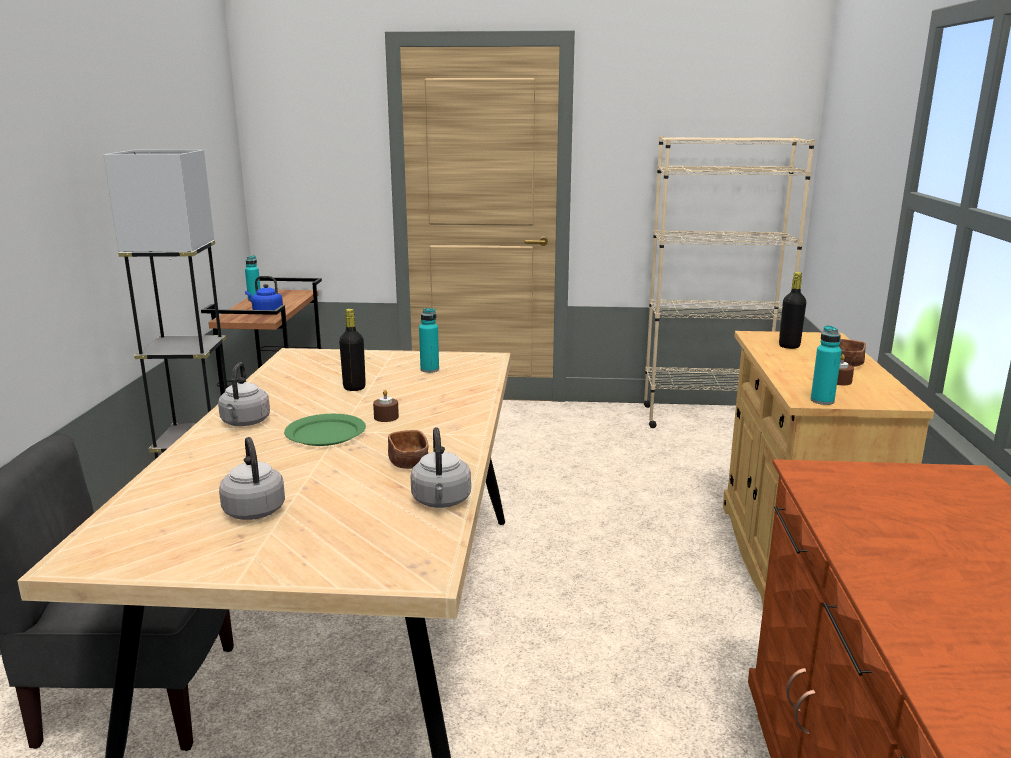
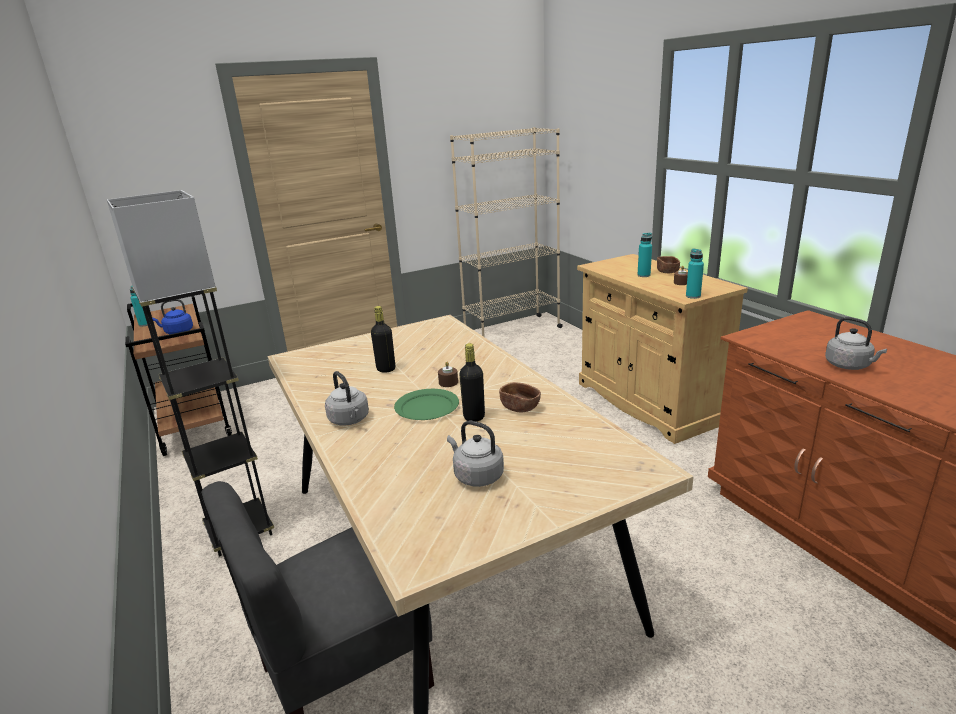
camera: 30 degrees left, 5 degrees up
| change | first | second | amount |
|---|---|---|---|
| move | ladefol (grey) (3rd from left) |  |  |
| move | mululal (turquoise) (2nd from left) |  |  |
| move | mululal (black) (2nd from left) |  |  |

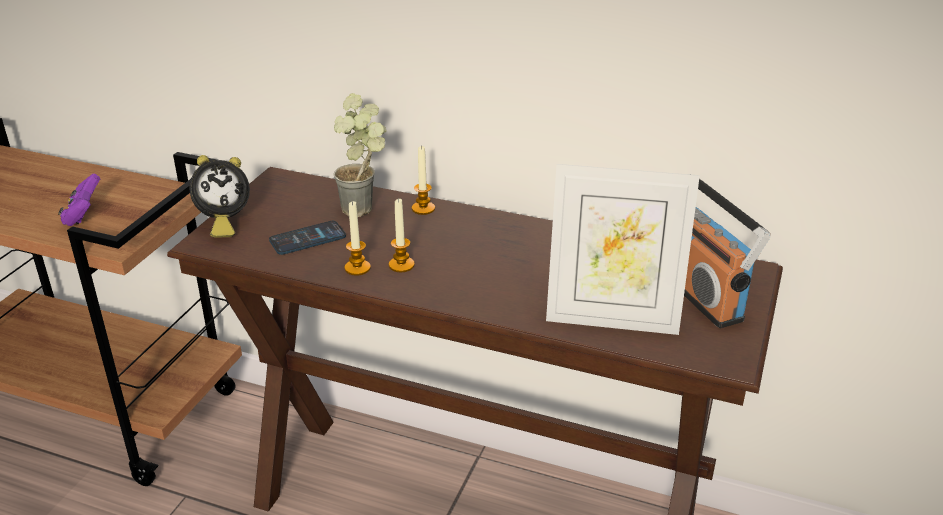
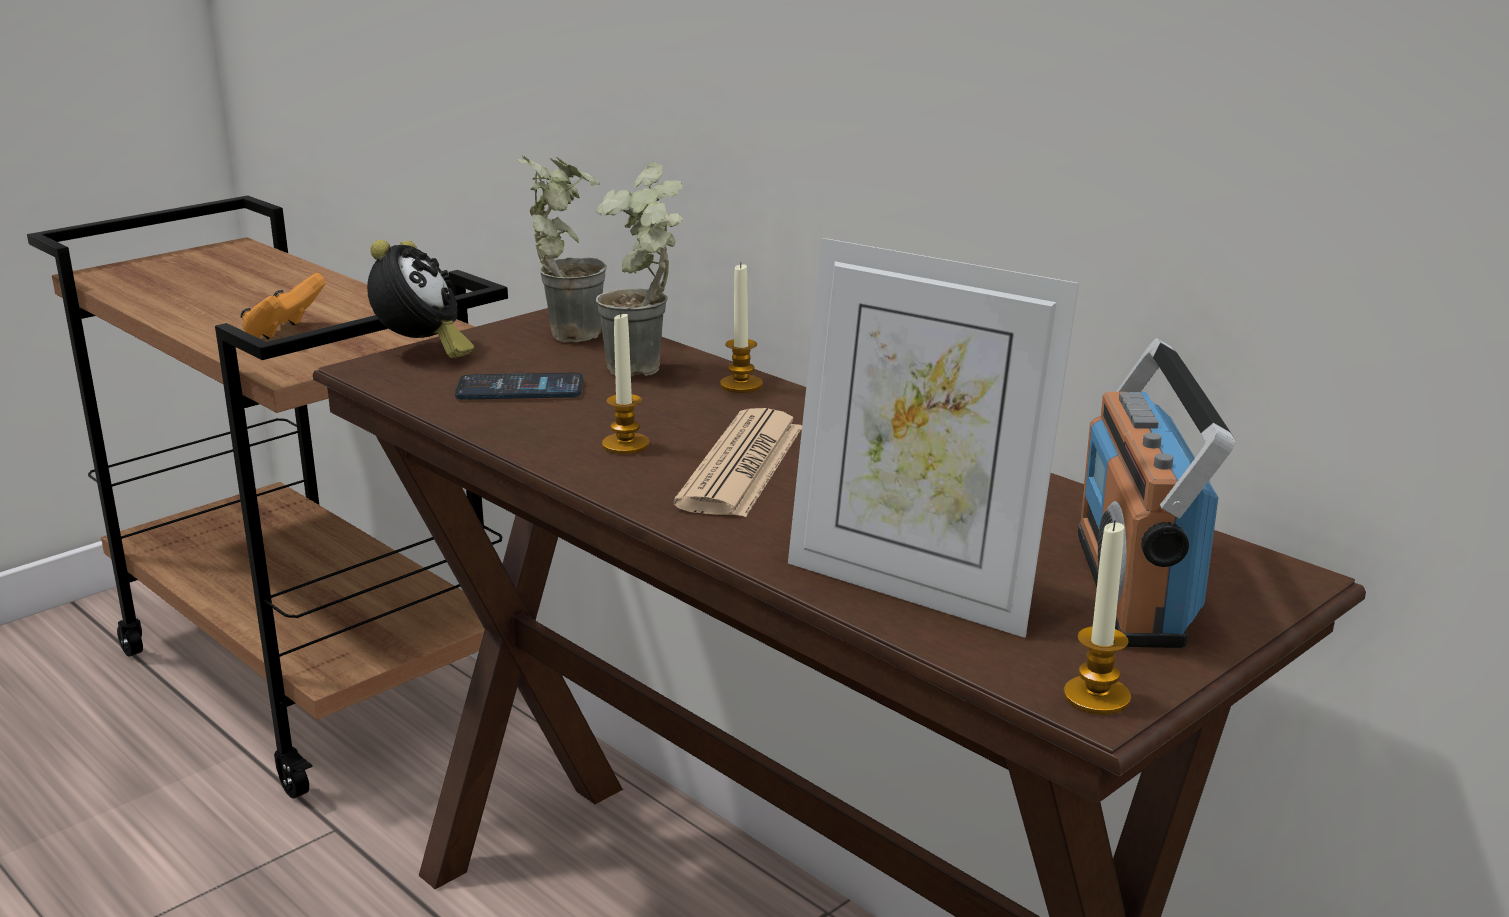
camera: 25 degrees right, 10 degrees down
| change | first | second | amount |
|---|---|---|---|
| recolor | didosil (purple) | didosil (orange) |  |
| rotate | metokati |  | 75 degrees counterclockwise |
| move | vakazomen (1st from left in the first image) | vakazomen (3rd from left) |  |
| insert |  | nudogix (1st from left) |  |
| insert |  | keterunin |  |

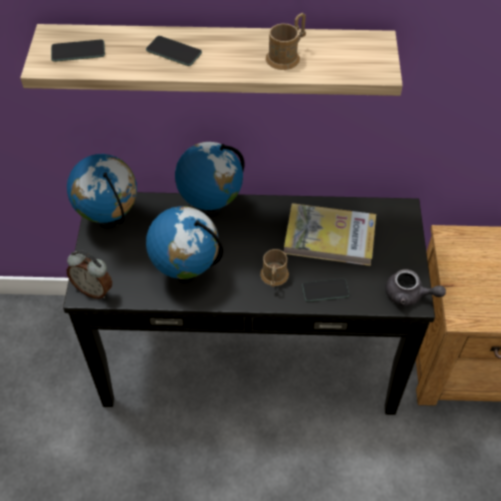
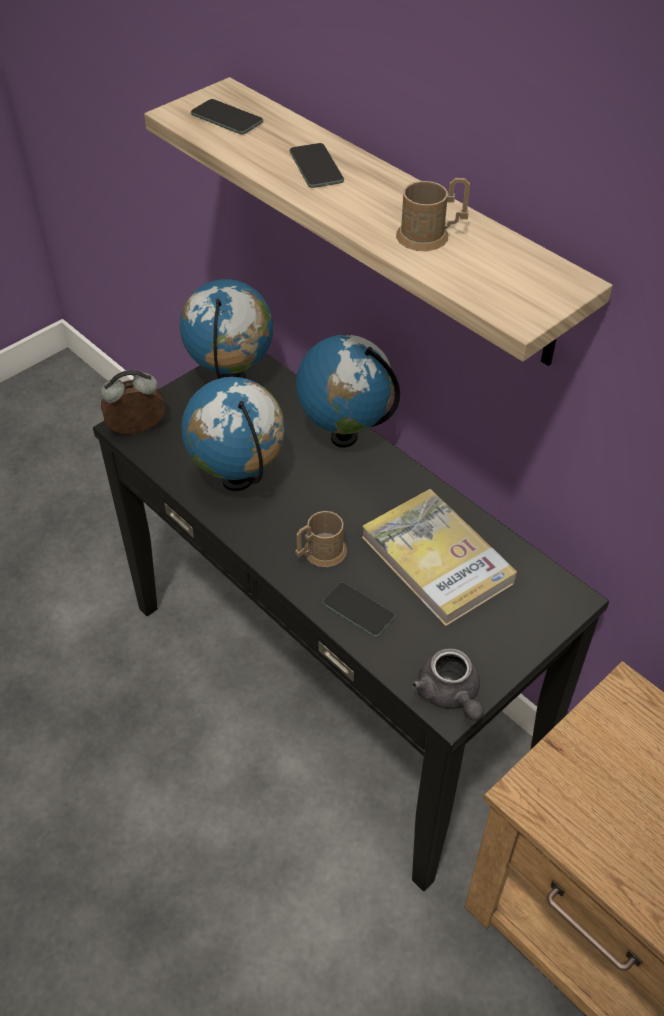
camera: 45 degrees right, 5 degrees down
| change | first | second | amount |
|---|---|---|---|
| rotate | metokati |  | 90 degrees clockwise |

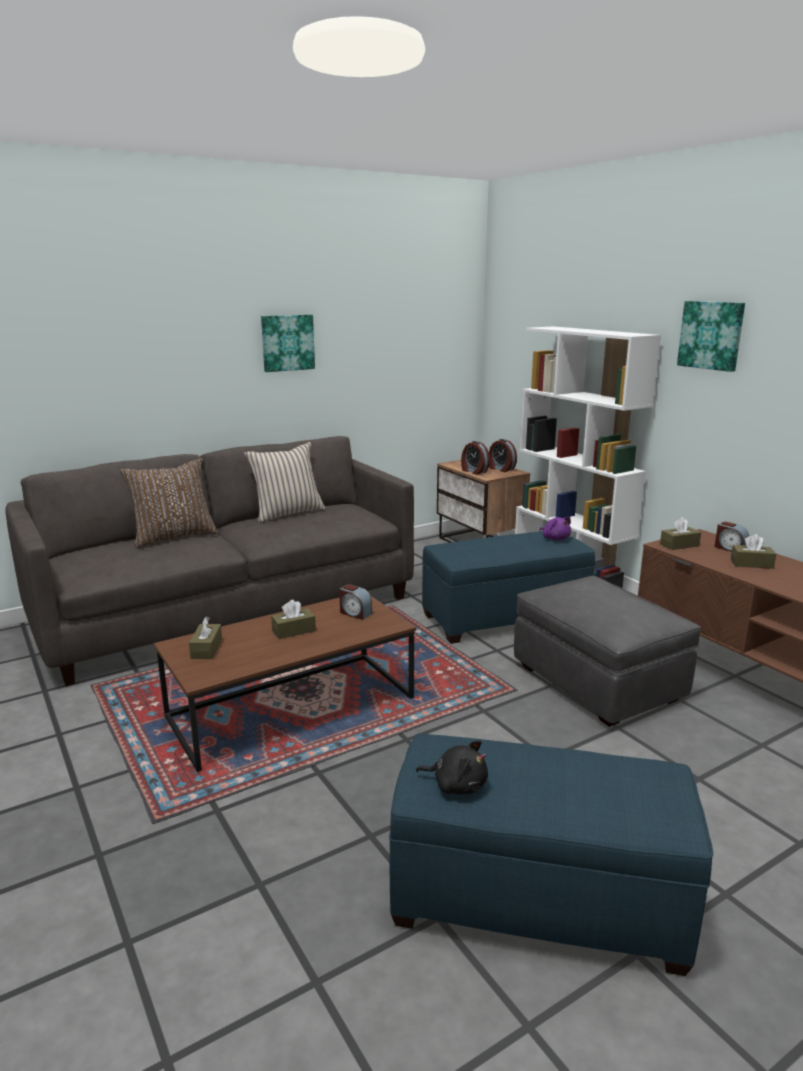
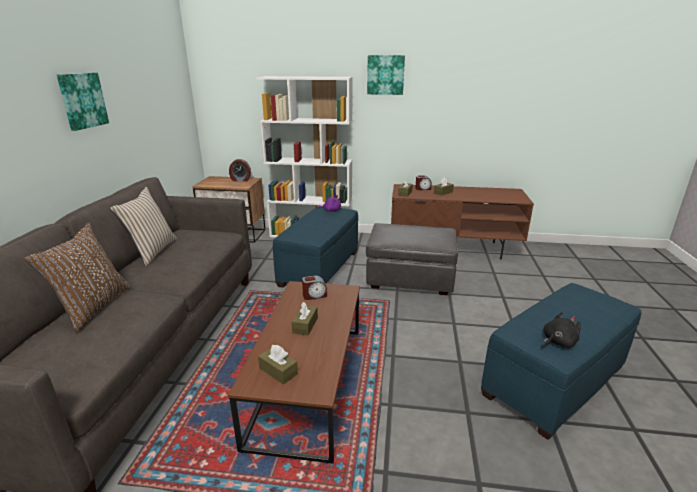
camera: 50 degrees left, 5 degrees up
| change | first | second | amount |
|---|---|---|---|
| delete | metokati (2nd from left) |  |  |

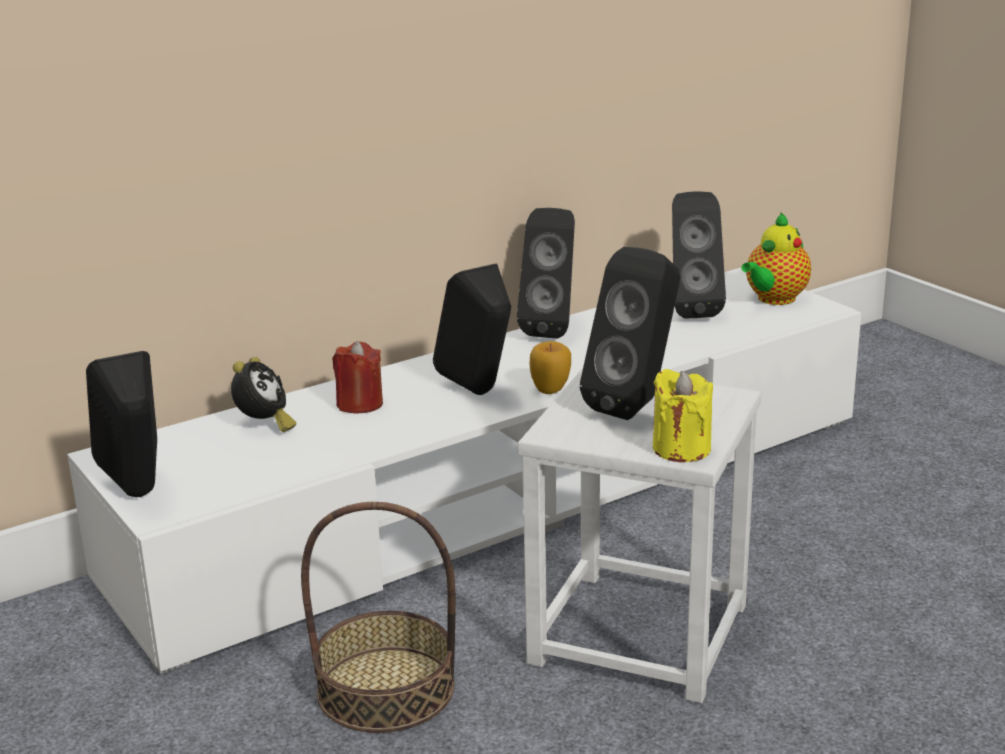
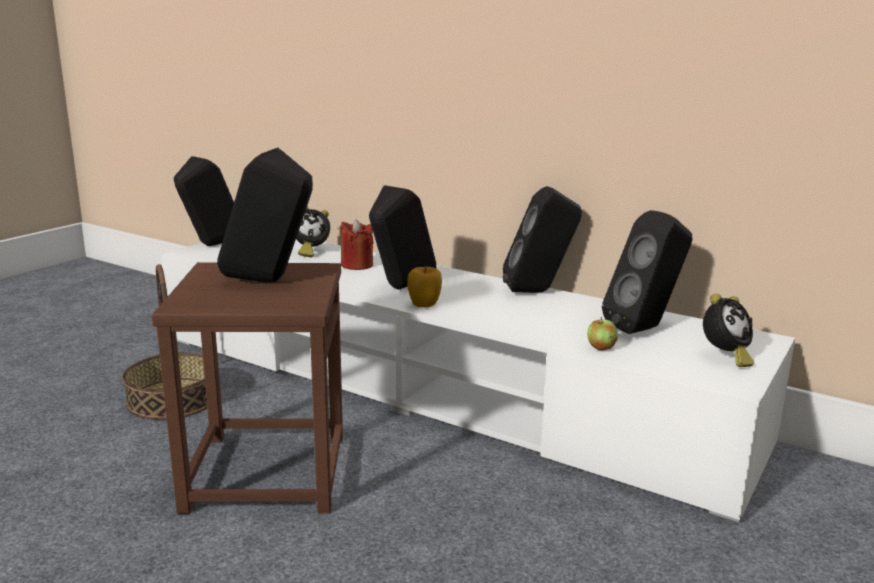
camera: 65 degrees right, 5 degrees down
| change | first | second | amount |
|---|---|---|---|
| recolor | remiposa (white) | remiposa (brown) |  |
| delete | vakazomen (yellow) |  |  |
| replace | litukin | metokati (2nd from left) |  |
| insert |  | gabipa (2nd from left) |  |

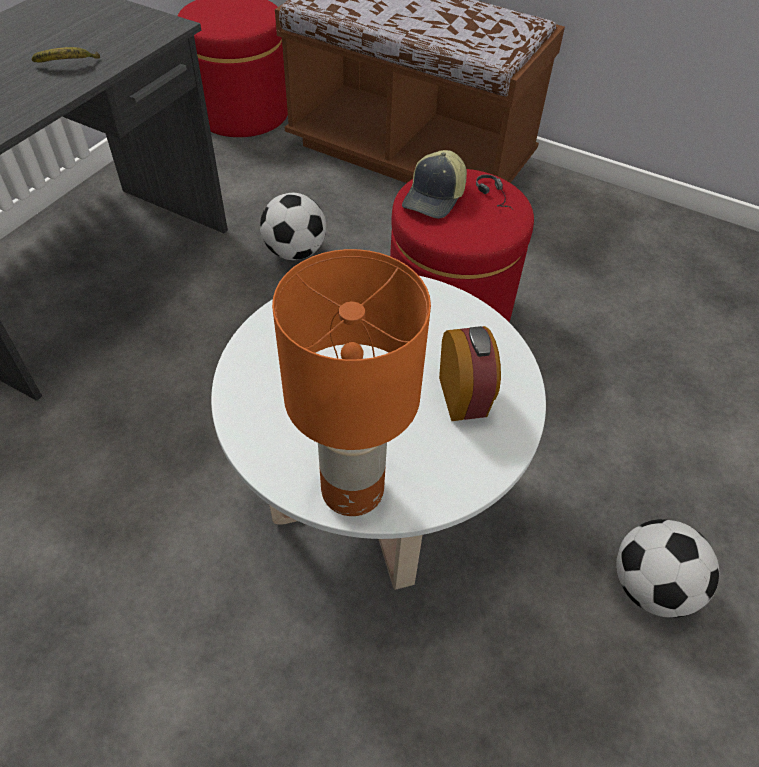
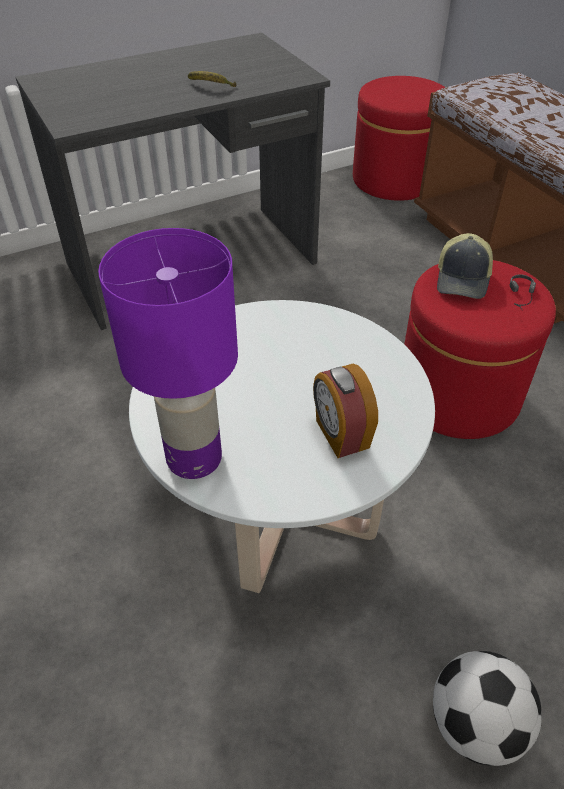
camera: 35 degrees right, 5 degrees down
| change | first | second | amount |
|---|---|---|---|
| delete | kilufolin (1st from left) |  |  |
| recolor | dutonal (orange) | dutonal (purple) |  |
| rotate | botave |  | 45 degrees counterclockwise |
| rotate | metokati |  | 135 degrees clockwise |

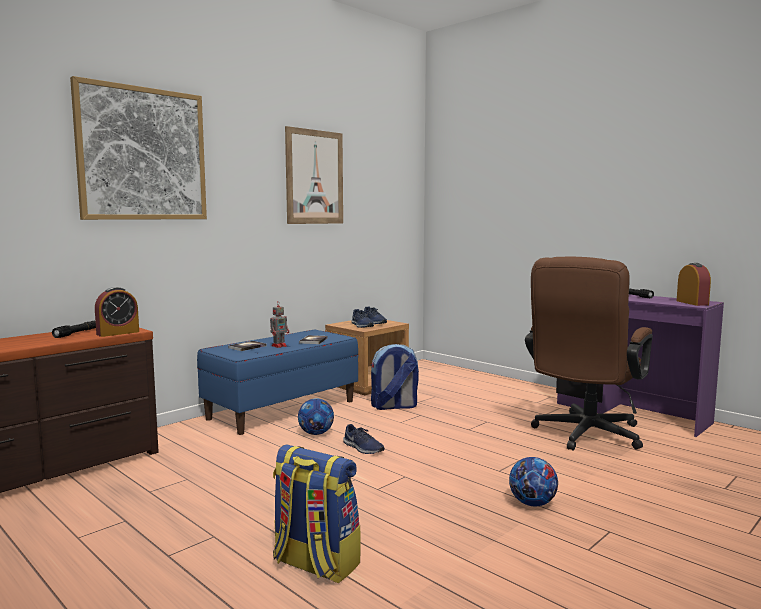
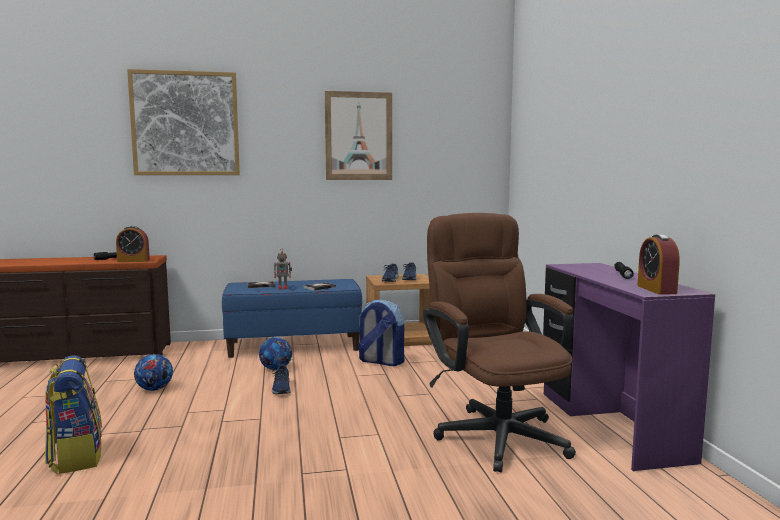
camera: 35 degrees right, 0 degrees up
| change | first | second | amount |
|---|---|---|---|
| move | kilufolin (2nd from left in the first image) | kilufolin (1st from left) |  |
| rotate | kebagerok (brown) |  | 90 degrees clockwise |
| rotate | metokati (2nd from left) |  | 150 degrees clockwise |

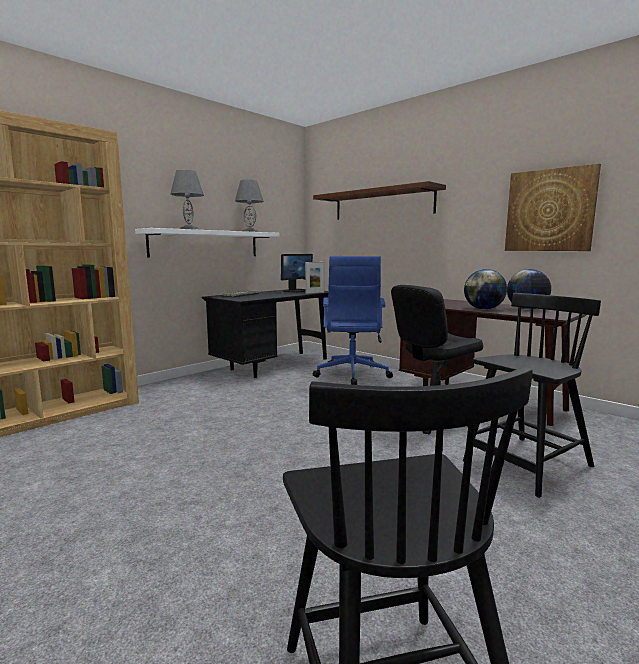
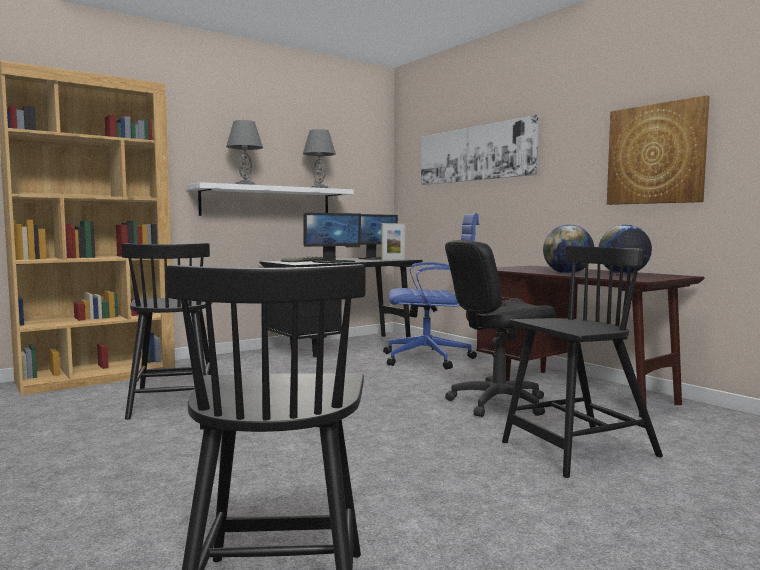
camera: 10 degrees right, 5 degrees down
| change | first | second | amount |
|---|---|---|---|
| replace | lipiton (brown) | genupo (1st from left) |  |
| rotate | kebagerok (blue) |  | 105 degrees counterclockwise |
| insert |  | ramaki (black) (1st from left) |  |
| insert |  | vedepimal (1st from left) |  |

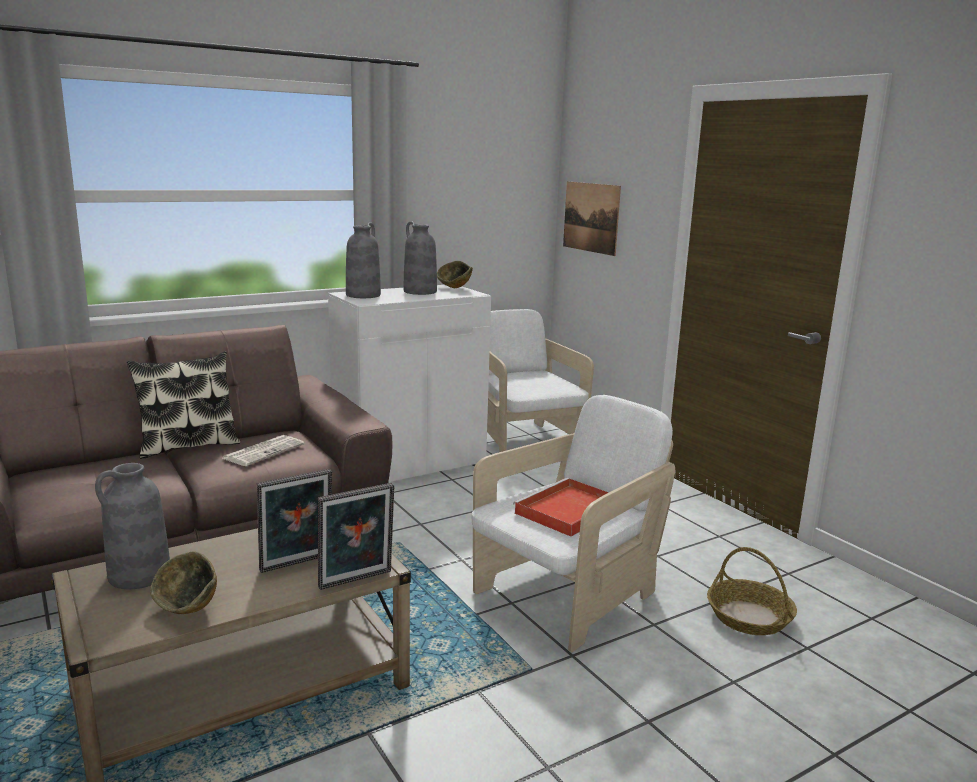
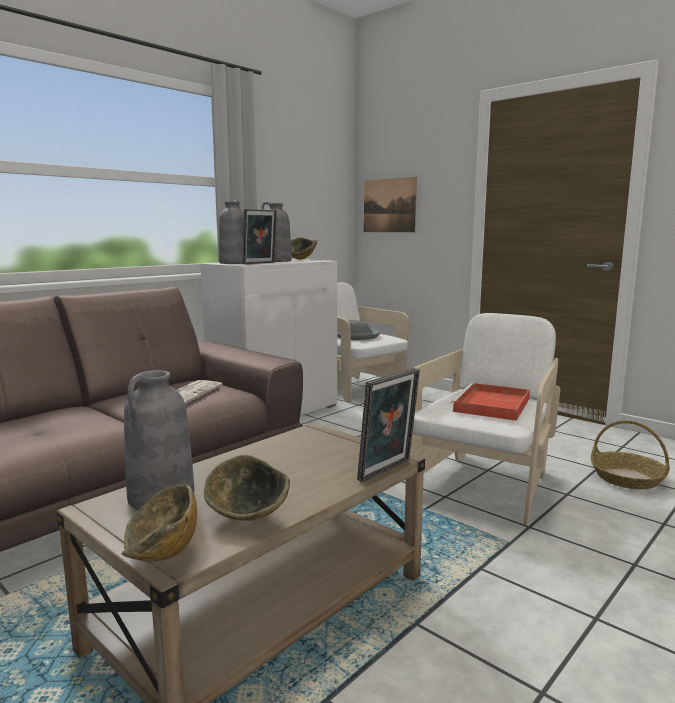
camera: 15 degrees left, 5 degrees down
| change | first | second | amount |
|---|---|---|---|
| delete | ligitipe |  |  |
| move | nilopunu (1st from left) |  |  |
| insert |  | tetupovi (1st from left) |  |
| insert |  | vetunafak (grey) |  |

